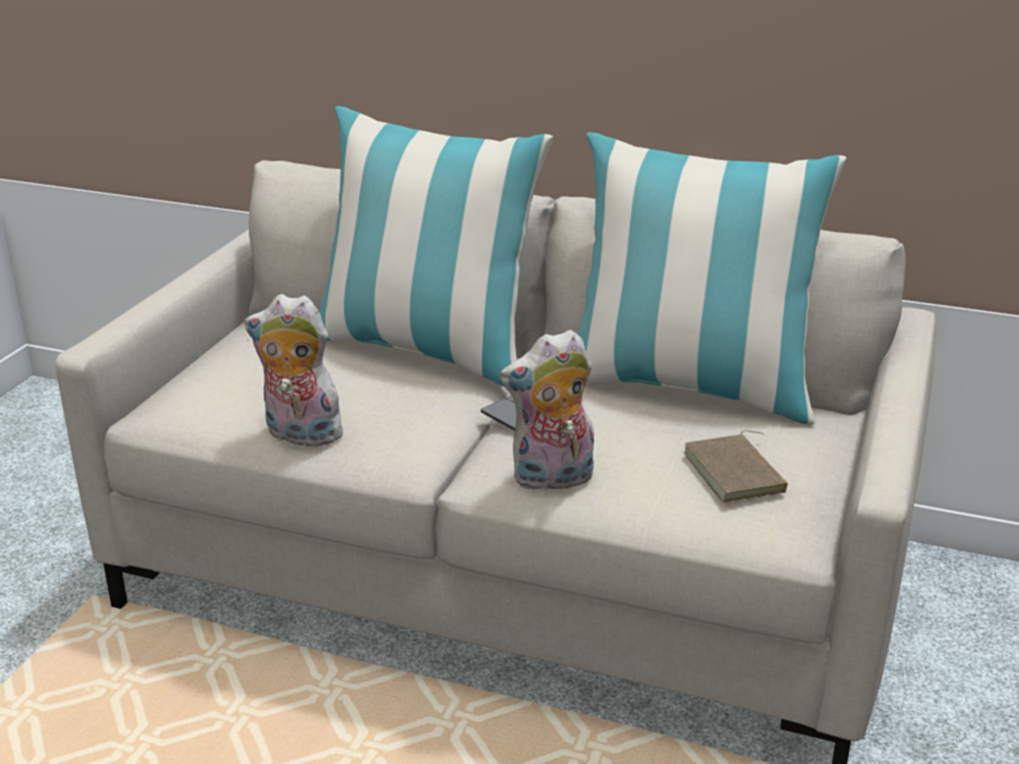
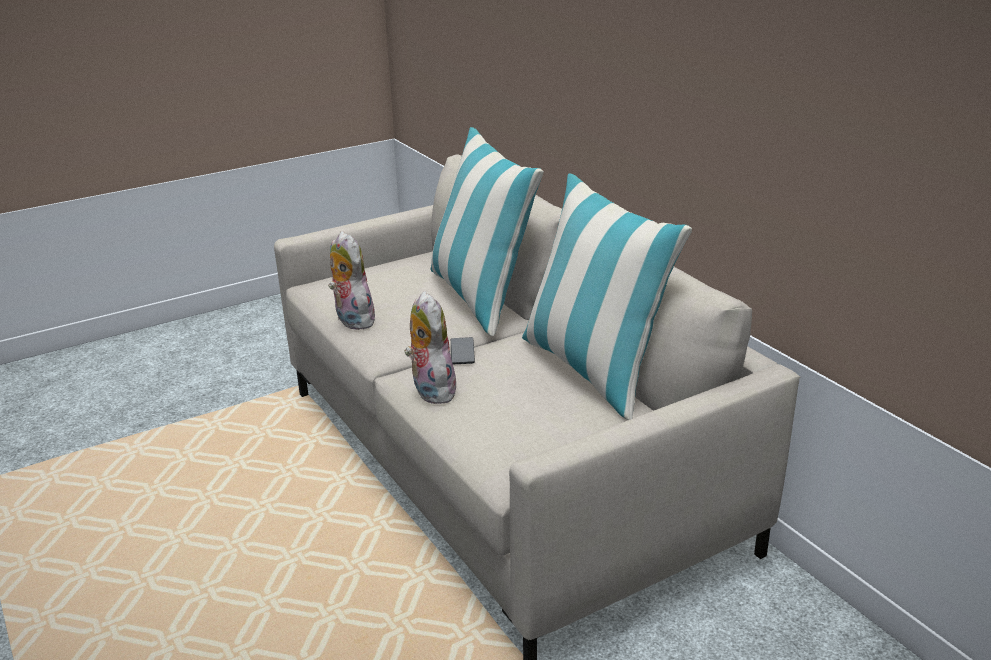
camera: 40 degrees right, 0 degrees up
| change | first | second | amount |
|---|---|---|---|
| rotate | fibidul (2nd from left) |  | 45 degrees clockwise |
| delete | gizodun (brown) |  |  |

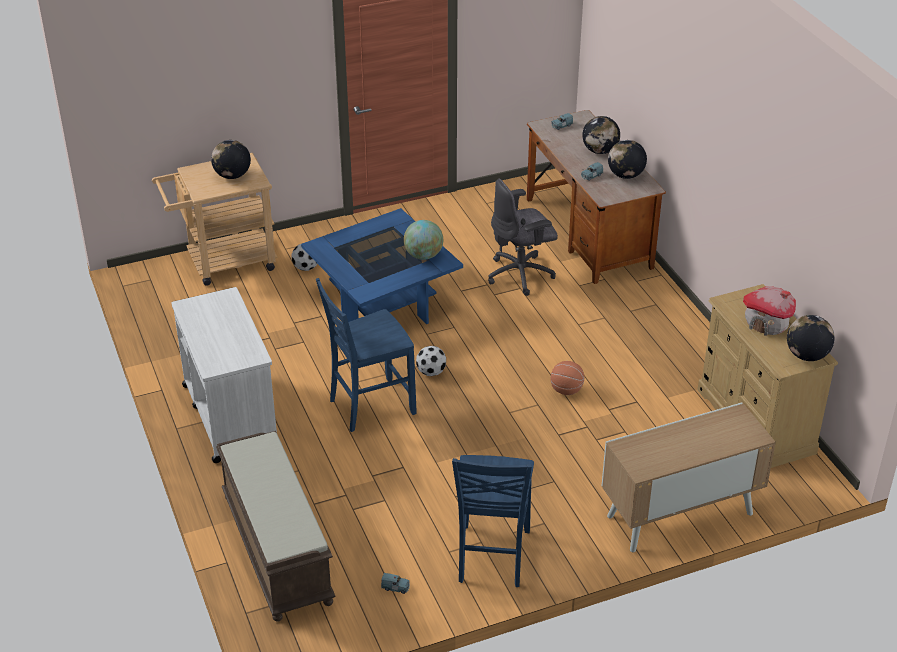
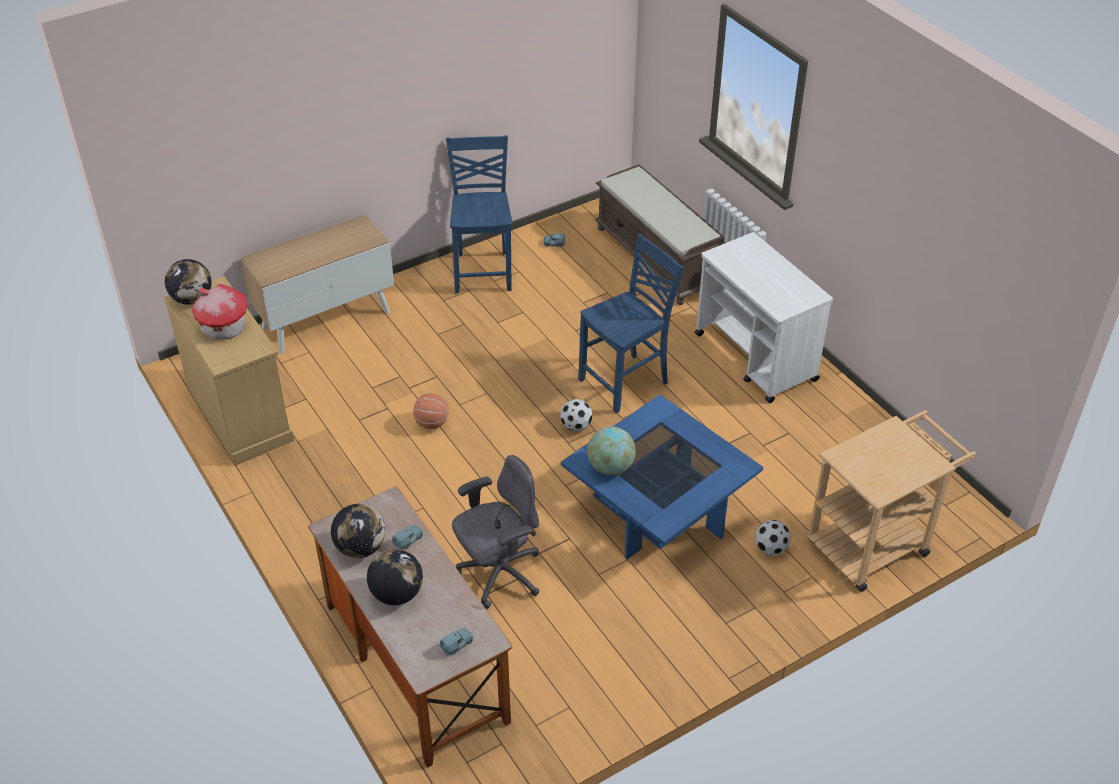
camera: 170 degrees right, 5 degrees up
| change | first | second | amount |
|---|---|---|---|
| delete | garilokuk (1st from left) |  |  |

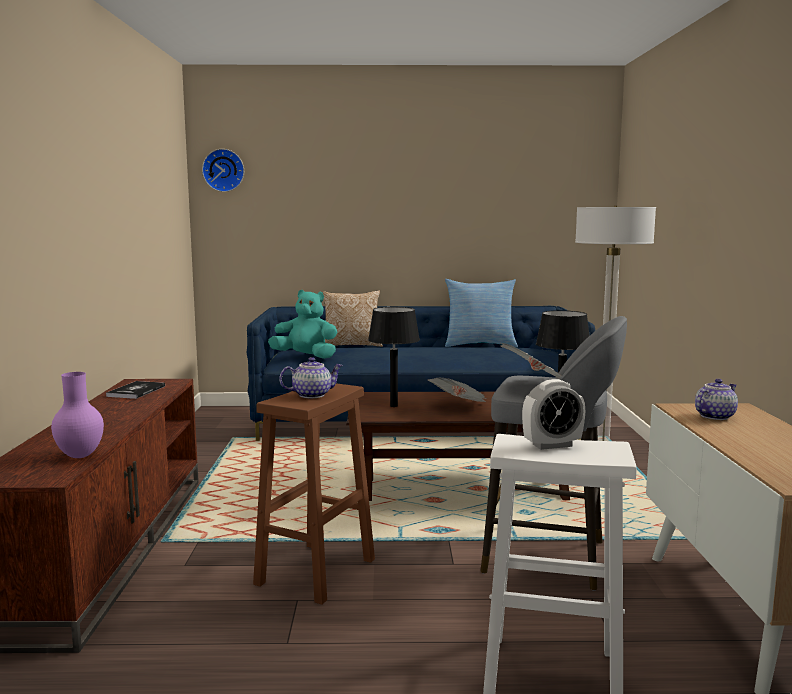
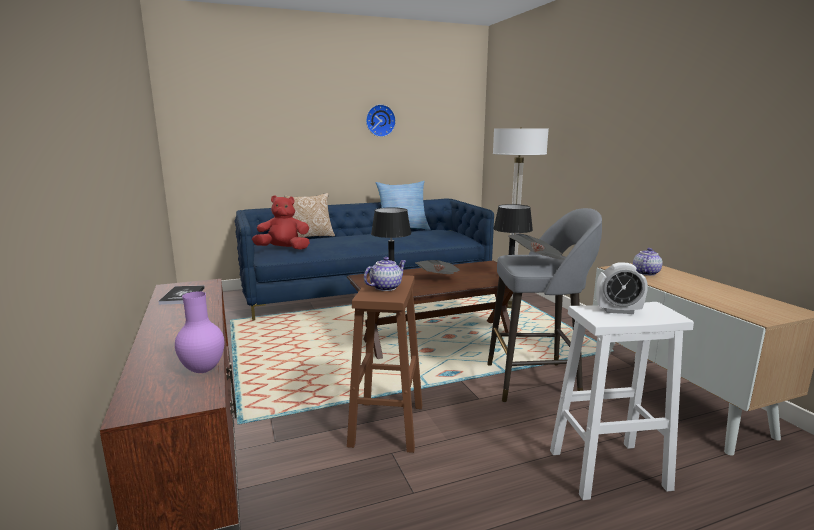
camera: 20 degrees left, 5 degrees up
| change | first | second | amount |
|---|---|---|---|
| move | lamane |  |  |
| recolor | fibidul (turquoise) | fibidul (red) |  |
| rotate | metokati |  | 45 degrees clockwise |

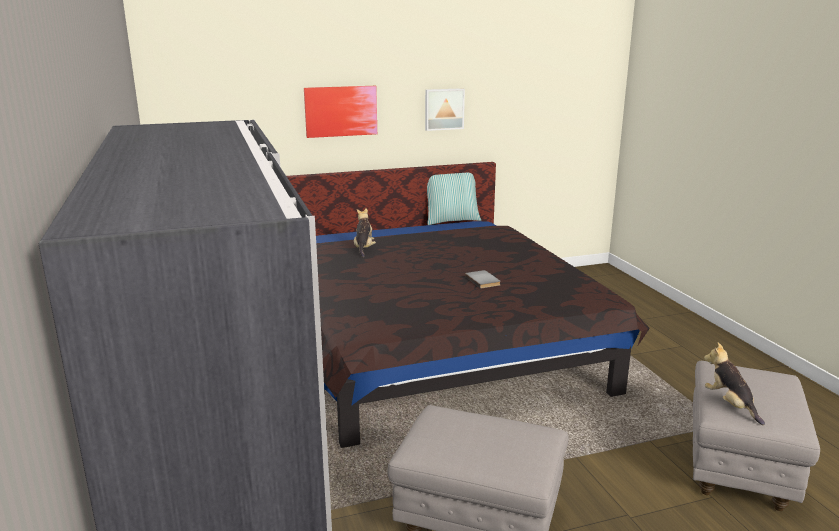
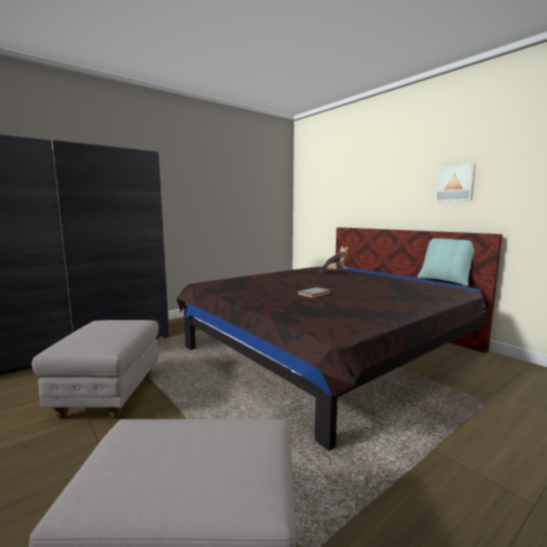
camera: 70 degrees right, 10 degrees down
| change | first | second | amount |
|---|---|---|---|
| delete | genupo (1st from left) |  |  |
| delete | fibidul (2nd from left) |  |  |

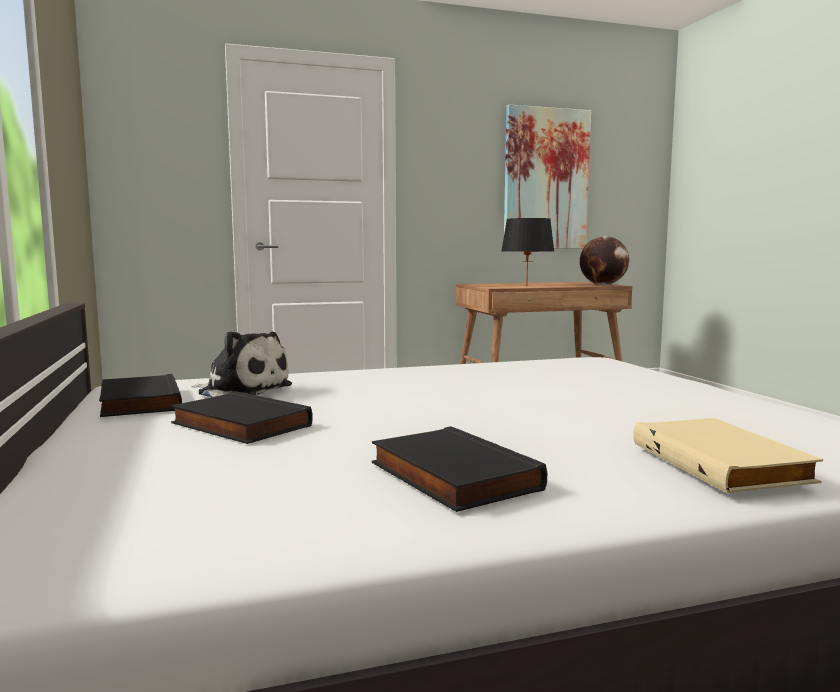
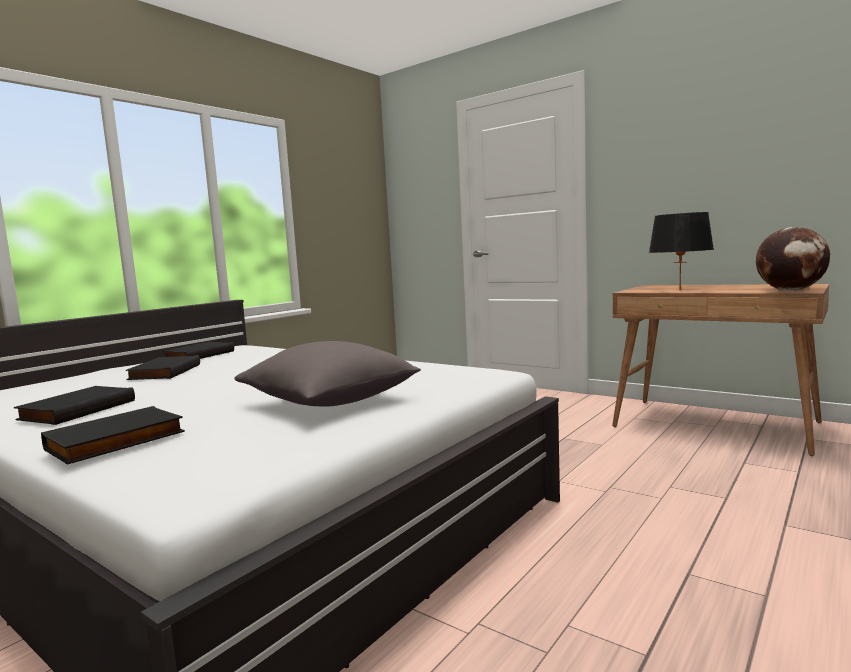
camera: 55 degrees right, 0 degrees up
| change | first | second | amount |
|---|---|---|---|
| delete | fibidul |  |  |
| delete | genupo |  |  |
| recolor | gizodun (beige) | gizodun (black) (2nd from left) |  |
| insert |  | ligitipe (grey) |  |

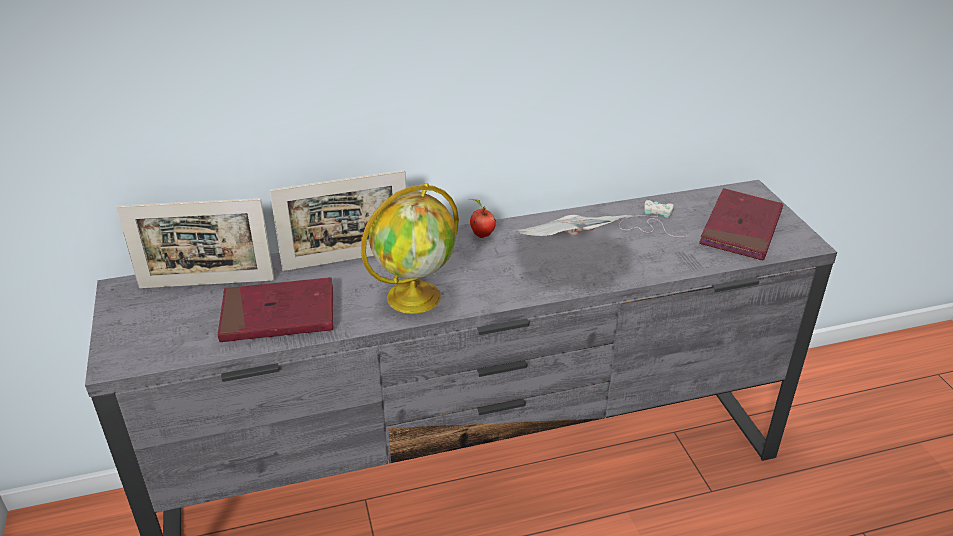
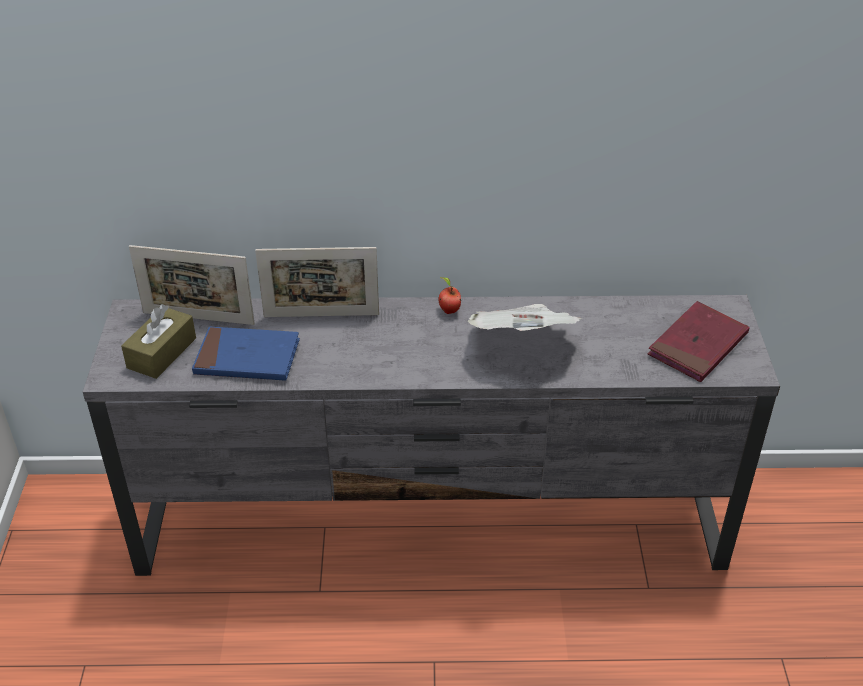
camera: 15 degrees right, 5 degrees up
| change | first | second | amount |
|---|---|---|---|
| recolor | gizodun (red) (1st from left) | gizodun (blue) |  |
| delete | garilokuk |  |  |
| delete | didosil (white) |  |  |
| insert |  | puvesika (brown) |  |

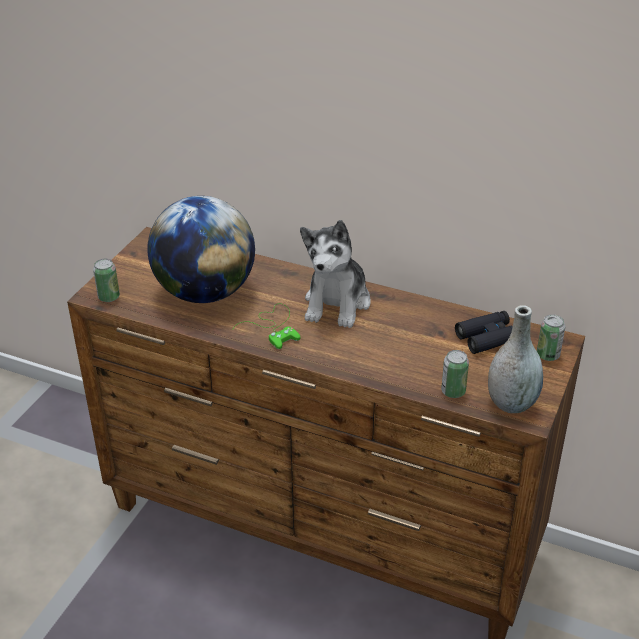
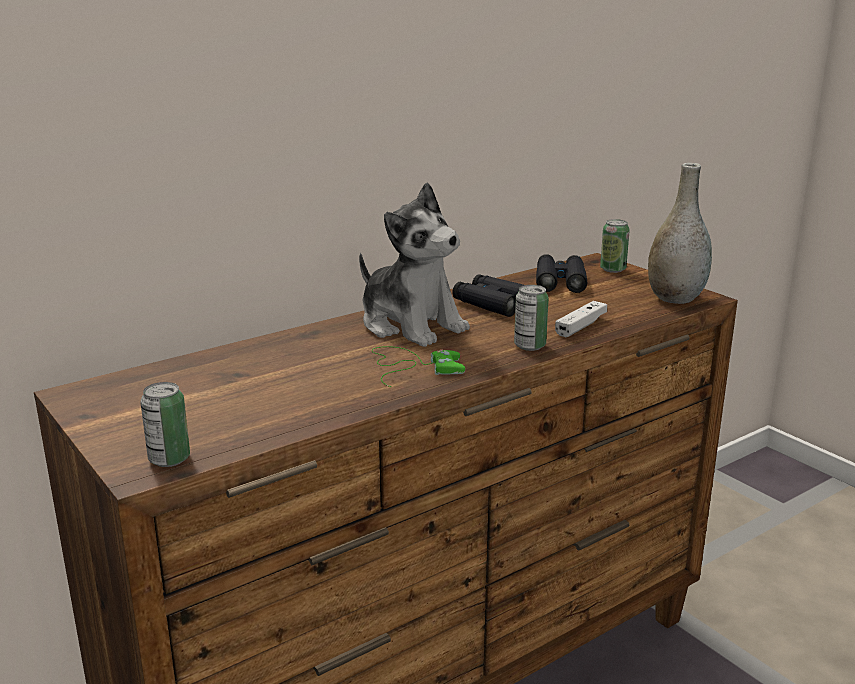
camera: 60 degrees left, 15 degrees down
| change | first | second | amount |
|---|---|---|---|
| delete | garilokuk |  |  |
| move | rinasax (2nd from left) |  |  |
| insert |  | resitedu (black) (1st from left) |  |
| insert |  | didosil (white) |  |

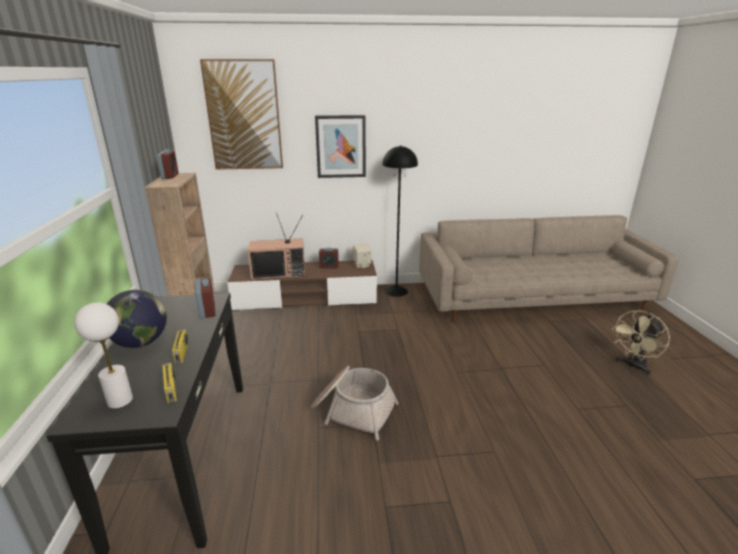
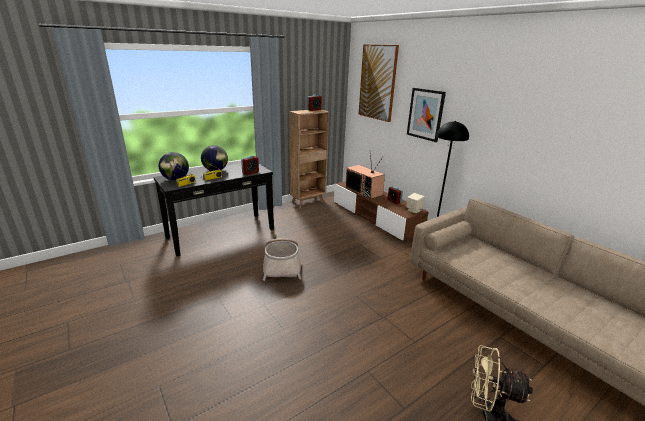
camera: 60 degrees right, 0 degrees up
| change | first | second | amount |
|---|---|---|---|
| replace | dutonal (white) | garilokuk (1st from left) |  |

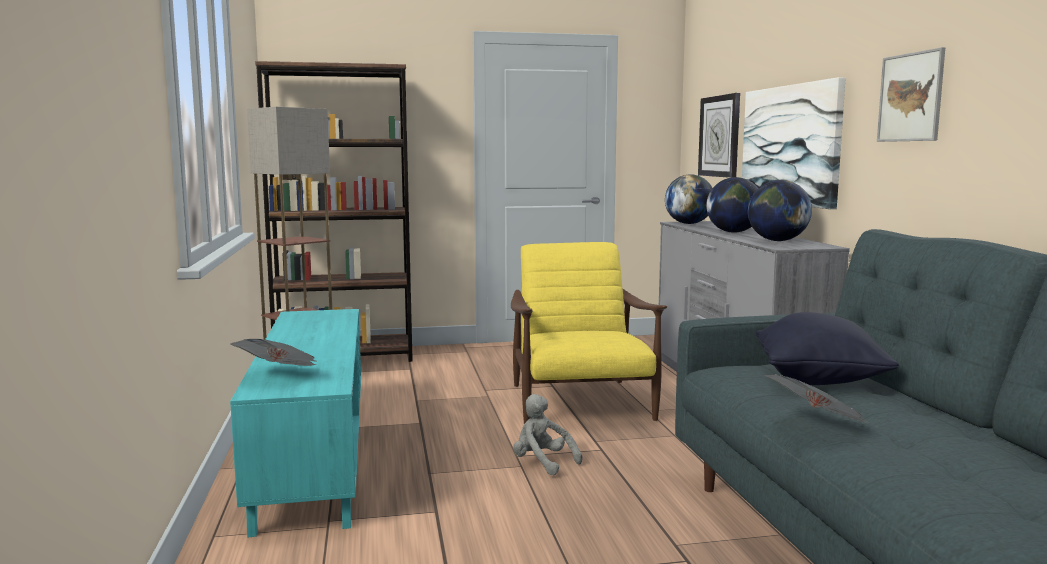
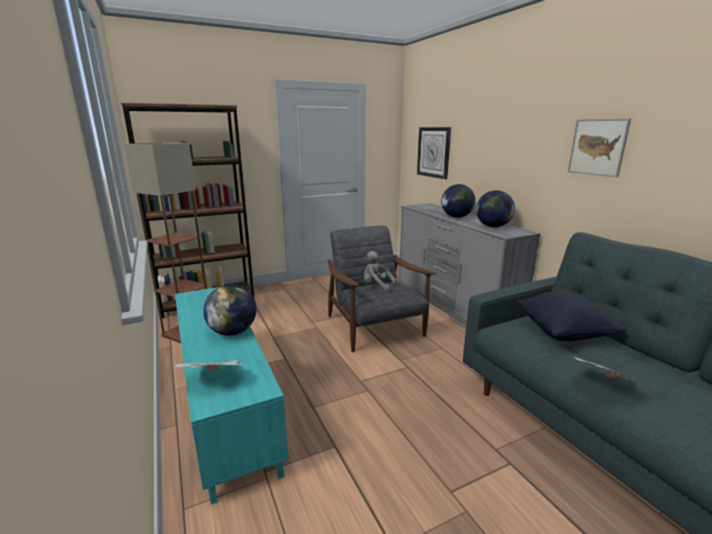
camera: 15 degrees left, 10 degrees up
| change | first | second | amount |
|---|---|---|---|
| recolor | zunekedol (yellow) | zunekedol (grey) |  |
| move | fibidul (grey) |  |  |
| move | garilokuk (1st from left) |  |  |
| delete | genupo (1st from left) |  |  |

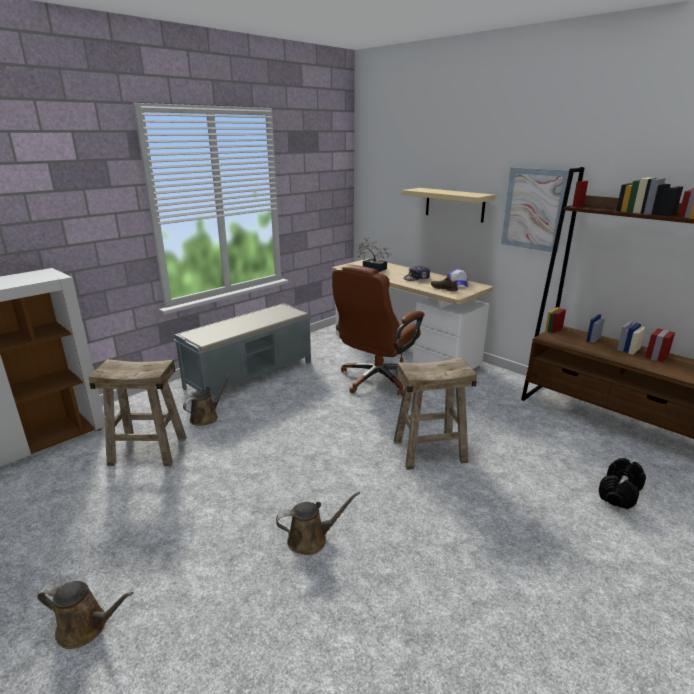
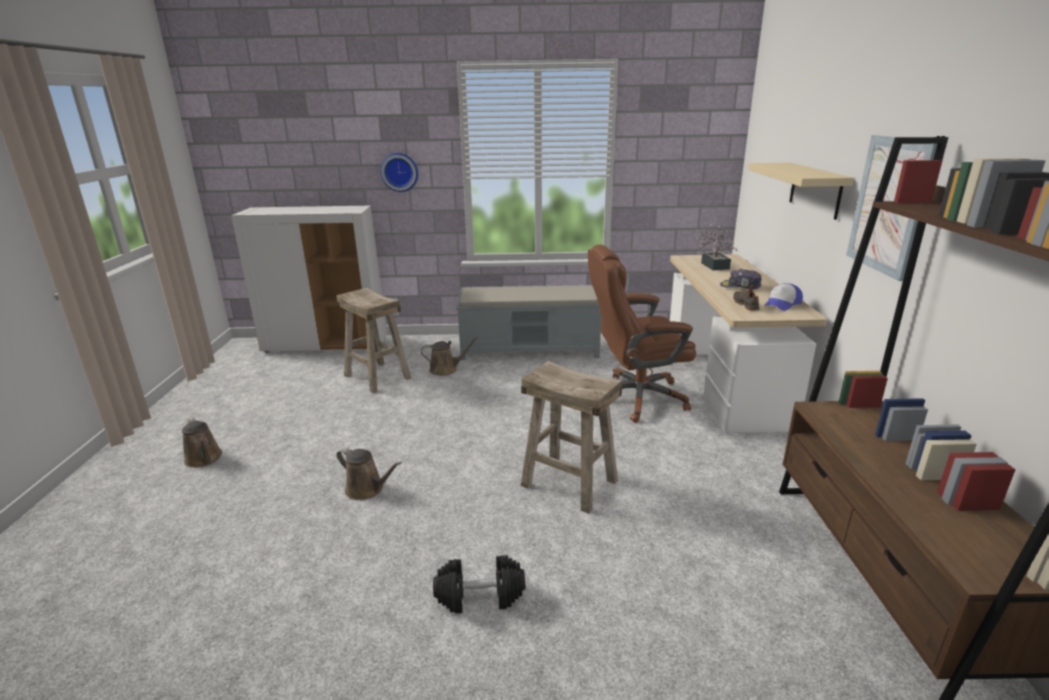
camera: 45 degrees right, 0 degrees up
| change | first | second | amount |
|---|---|---|---|
| move | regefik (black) |  |  |
| insert |  | lamane |  |

